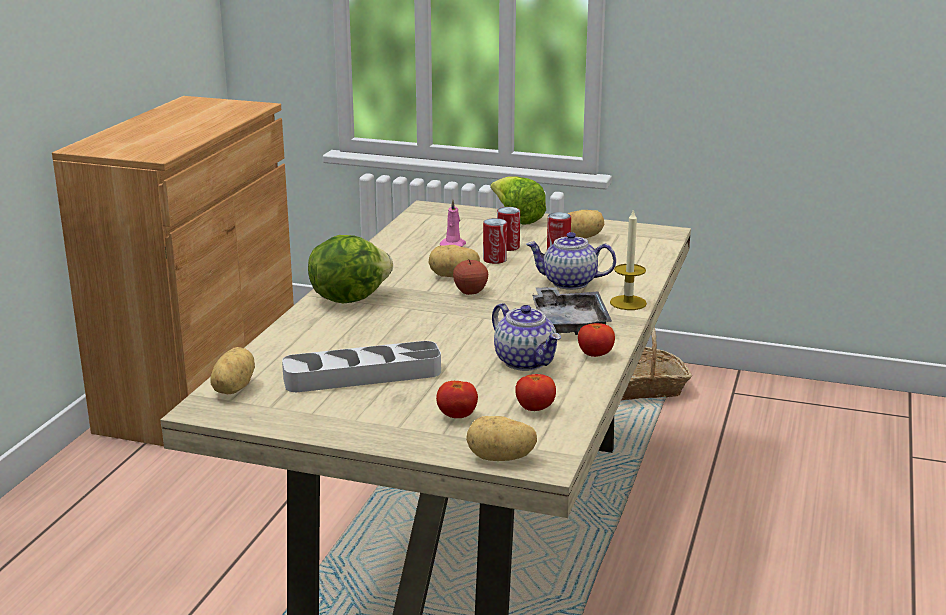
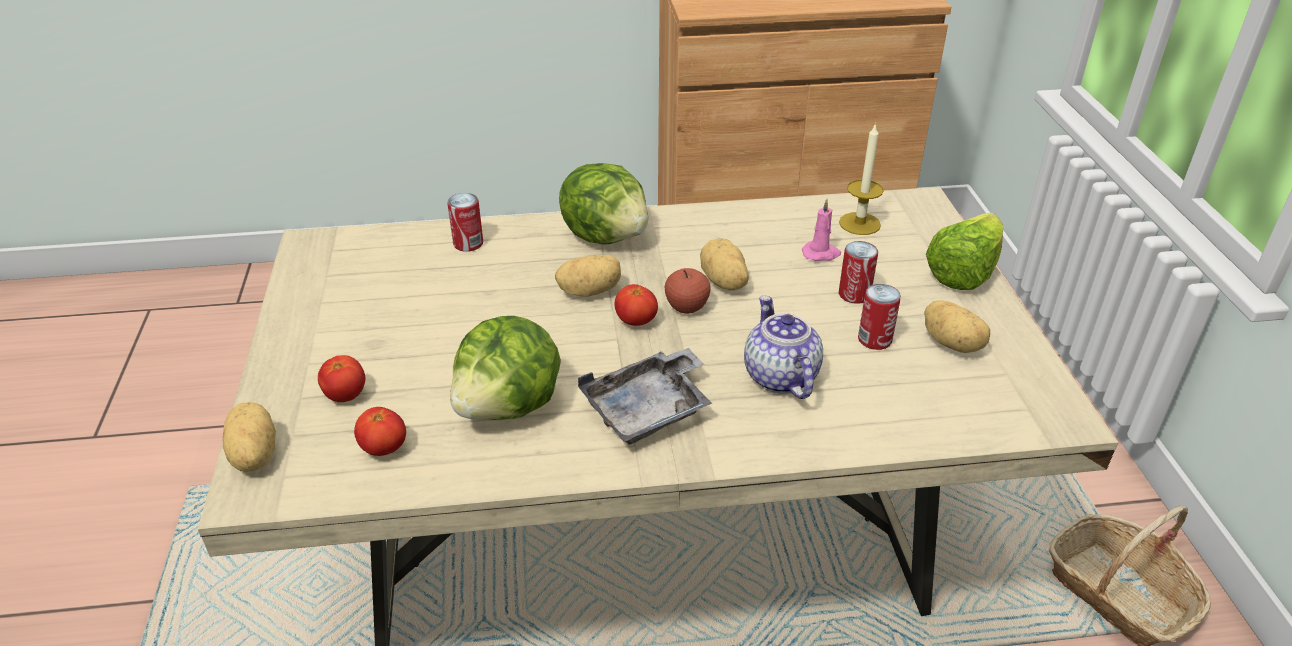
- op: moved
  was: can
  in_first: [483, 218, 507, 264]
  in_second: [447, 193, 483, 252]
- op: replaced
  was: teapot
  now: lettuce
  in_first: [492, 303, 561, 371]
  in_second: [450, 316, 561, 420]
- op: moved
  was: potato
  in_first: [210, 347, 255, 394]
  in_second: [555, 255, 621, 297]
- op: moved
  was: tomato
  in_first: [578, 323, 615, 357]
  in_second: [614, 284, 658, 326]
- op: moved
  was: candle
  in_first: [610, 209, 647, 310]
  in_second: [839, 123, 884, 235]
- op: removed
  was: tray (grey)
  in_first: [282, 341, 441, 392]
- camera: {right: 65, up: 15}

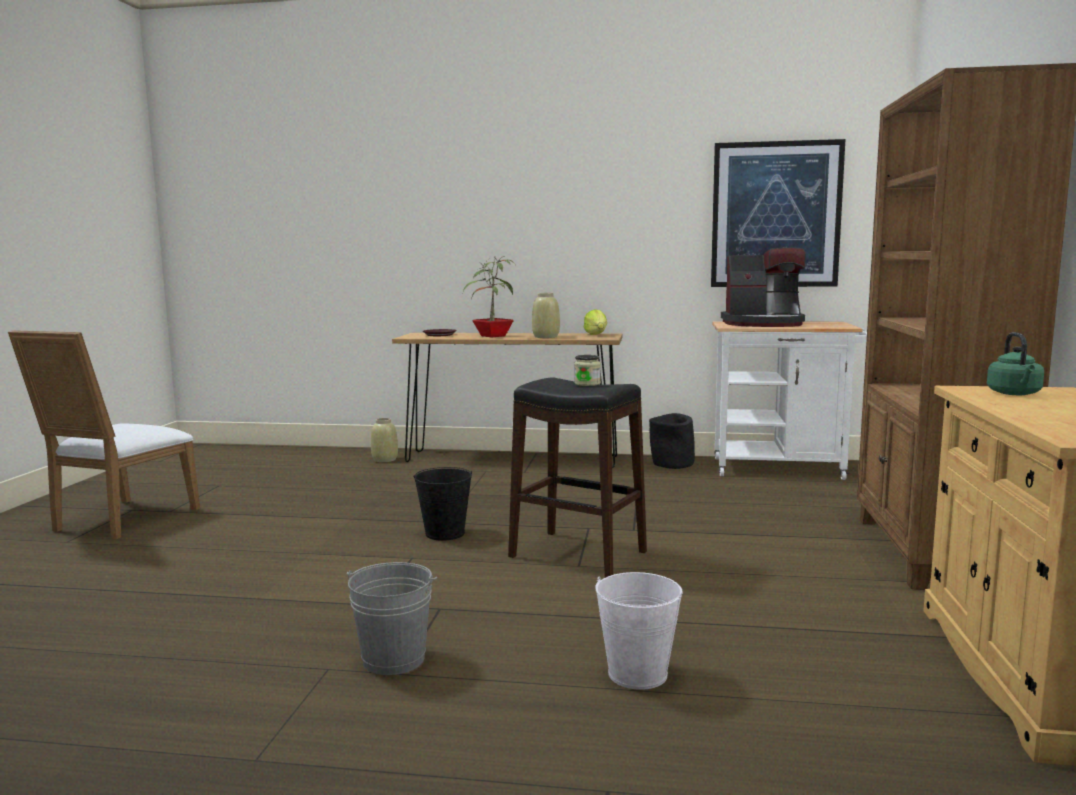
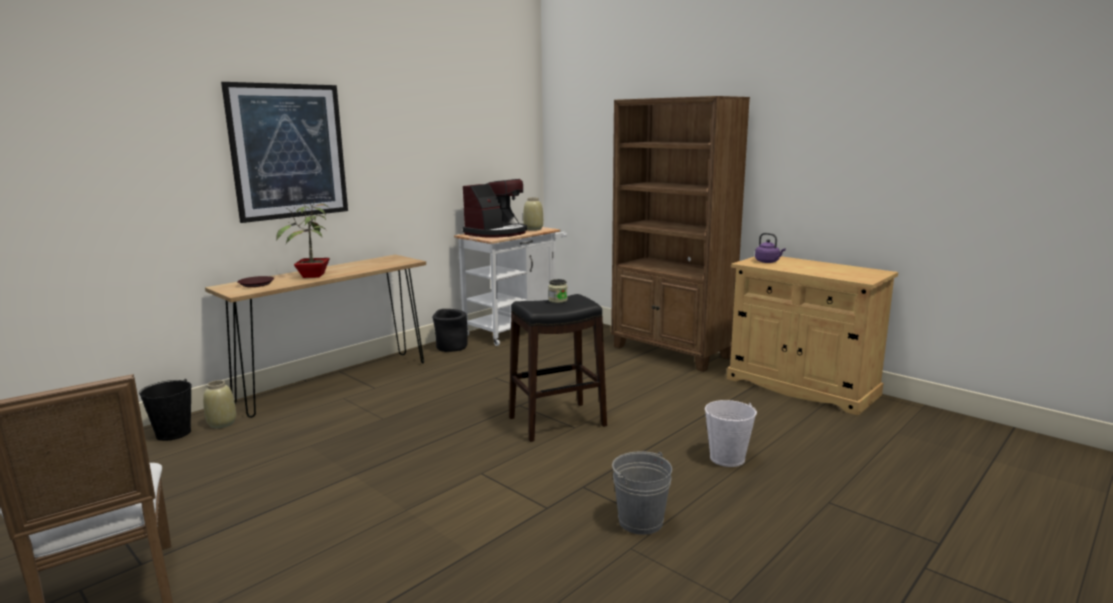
- op: moved
  was: bucket (black)
  in_first: [413, 467, 472, 541]
  in_second: [139, 379, 192, 441]
- op: moved
  was: picture
  in_first: [711, 139, 846, 287]
  in_second: [221, 82, 348, 223]
- op: moved
  was: vase (beige)
  in_first: [532, 293, 560, 338]
  in_second: [523, 197, 543, 231]
- op: recoloured
  was: kettle (green)
  now: kettle (purple)
  in_first: [987, 332, 1044, 395]
  in_second: [755, 233, 786, 263]
- op: removed
  was: lettuce
  in_first: [584, 309, 607, 335]
- camera: {right: -55, up: 5}

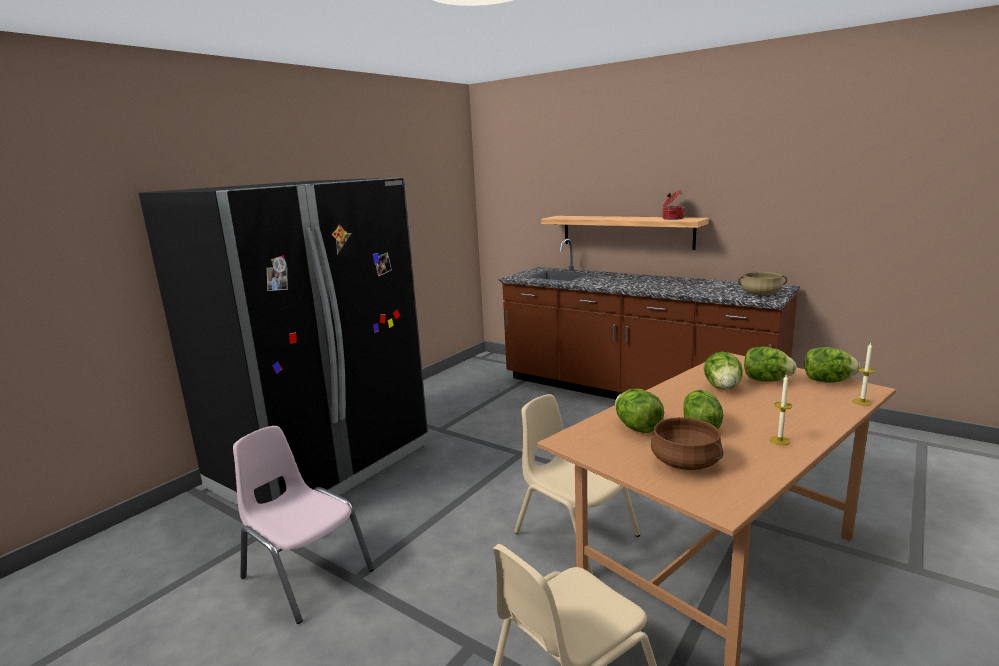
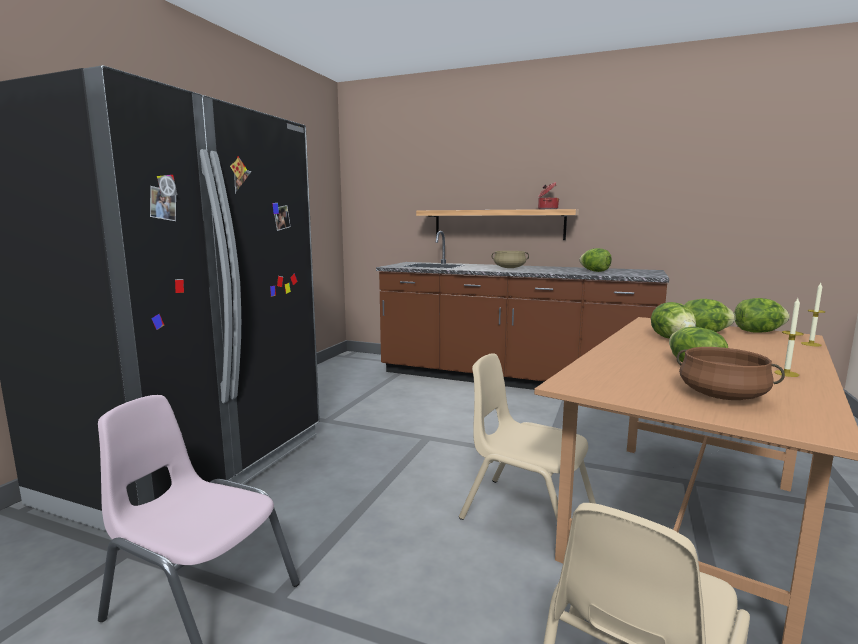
- op: moved
  was: cooking pot (beige)
  in_first: [738, 272, 787, 295]
  in_second: [491, 251, 529, 268]
- op: moved
  was: lettuce
  in_first: [615, 389, 664, 433]
  in_second: [579, 248, 612, 272]
- camera: {right: -15, up: -5}

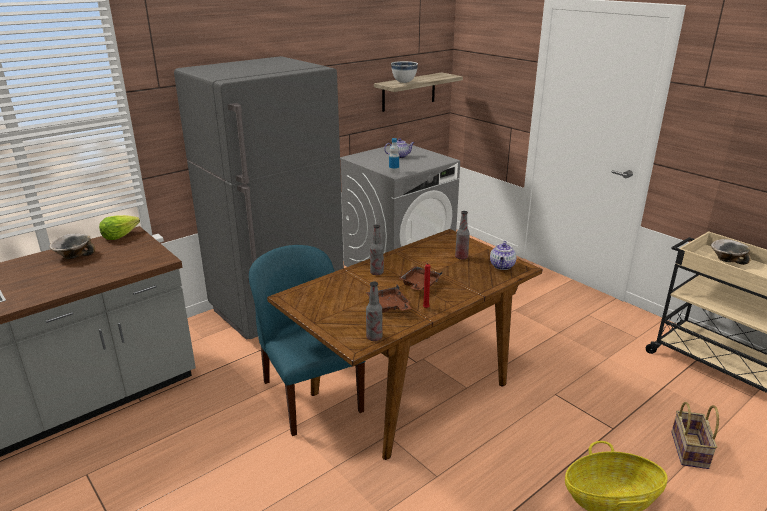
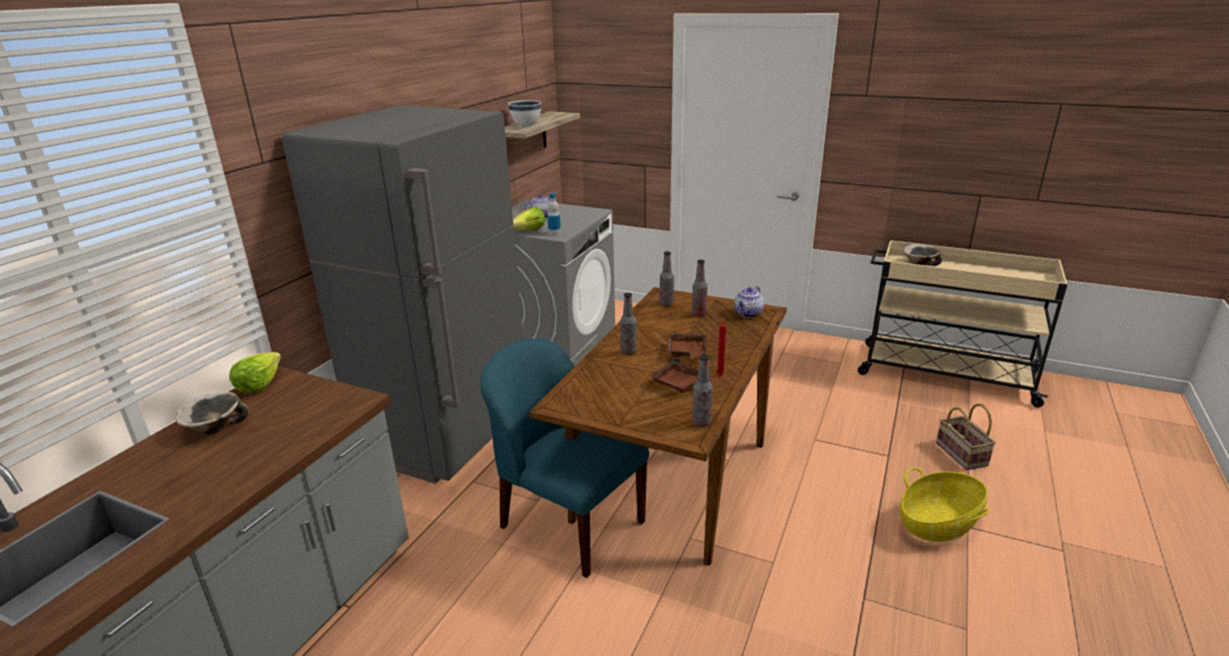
- op: added
  now: lettuce
  in_second: [513, 207, 545, 230]
- op: added
  now: bottle
  in_second: [659, 251, 674, 307]
- op: turned
  was: teapot
  in_first: [490, 241, 516, 270]
  in_second: [734, 286, 764, 318]
  clockwise: 45
- camera: {right: -25, up: 0}

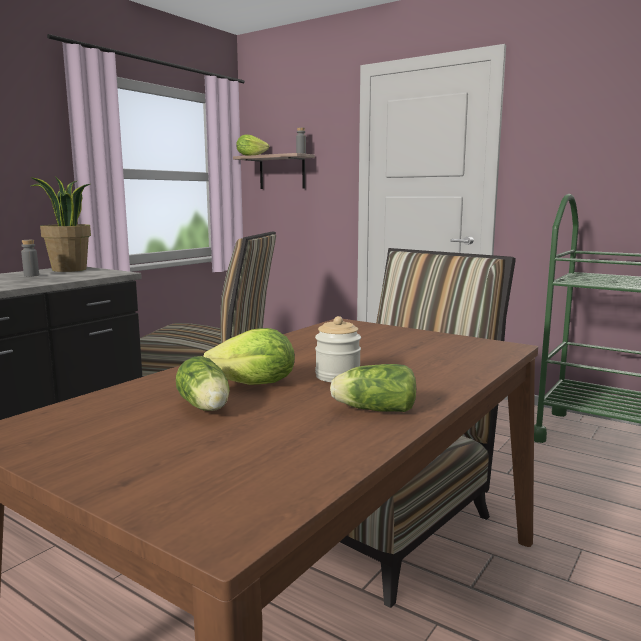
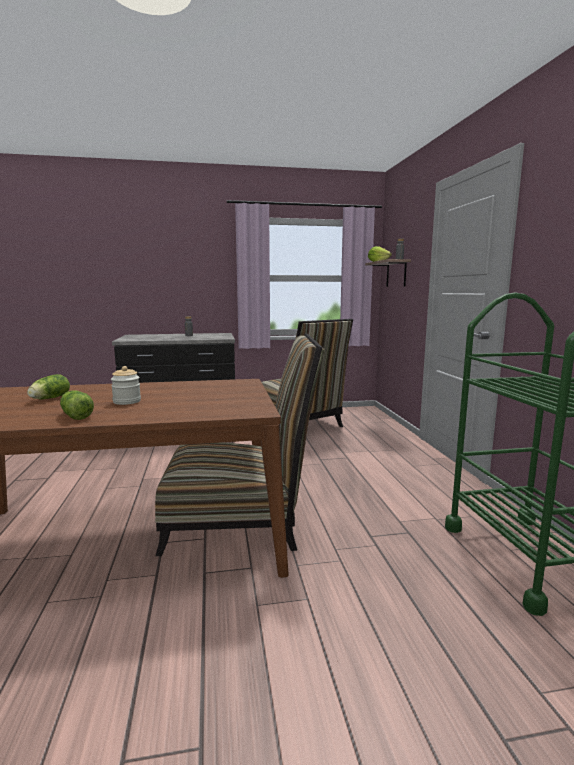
- op: removed
  was: potted plant
  in_first: [30, 176, 91, 272]
- op: removed
  was: lettuce
  in_first: [203, 328, 295, 385]
- camera: {right: 45, up: 0}

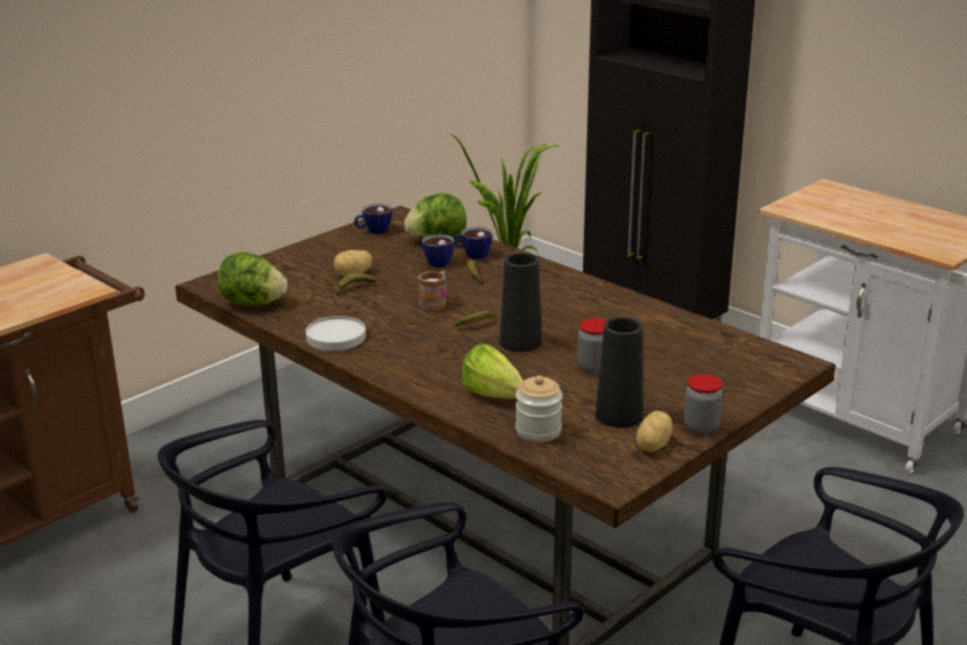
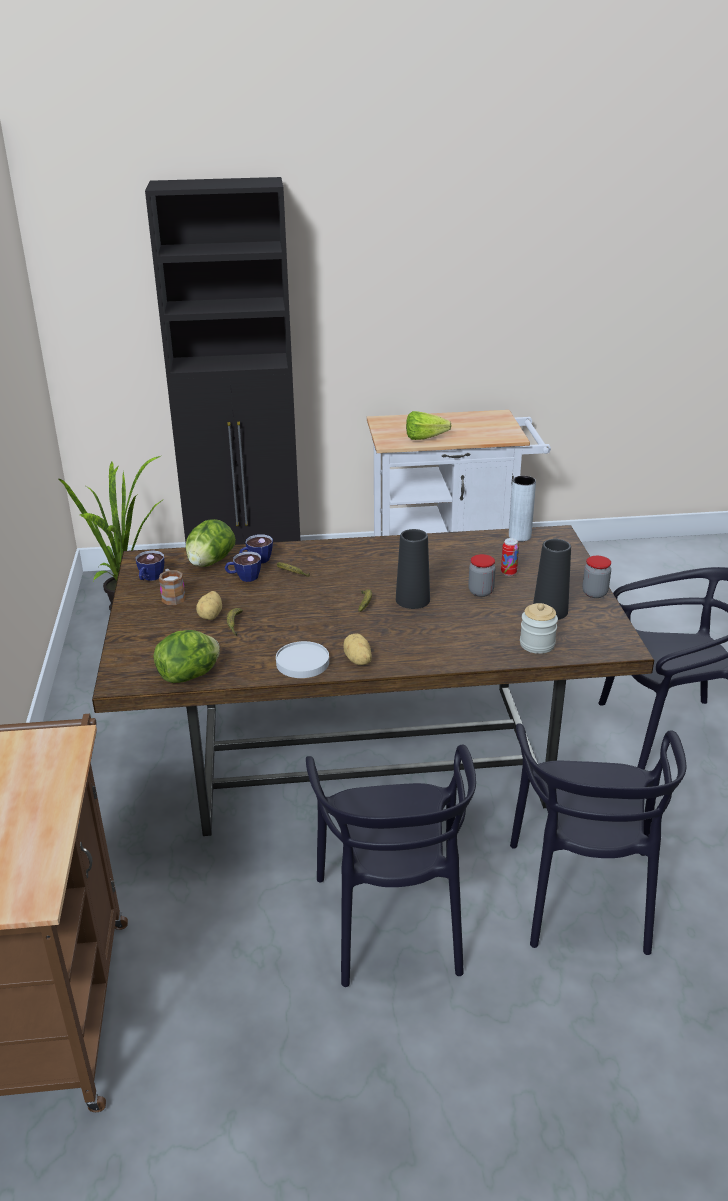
- op: moved
  was: mug
  in_first: [418, 271, 447, 312]
  in_second: [159, 569, 186, 605]
- op: moved
  was: potato
  in_first: [636, 411, 673, 452]
  in_second: [343, 633, 372, 665]
- op: moved
  was: lettuce
  in_first: [461, 344, 523, 399]
  in_second: [406, 411, 452, 440]
- op: added
  now: can
  in_second: [501, 538, 519, 576]
- op: added
  now: vase (grey)
  in_second: [509, 476, 536, 541]
- camera: {right: -50, up: 5}

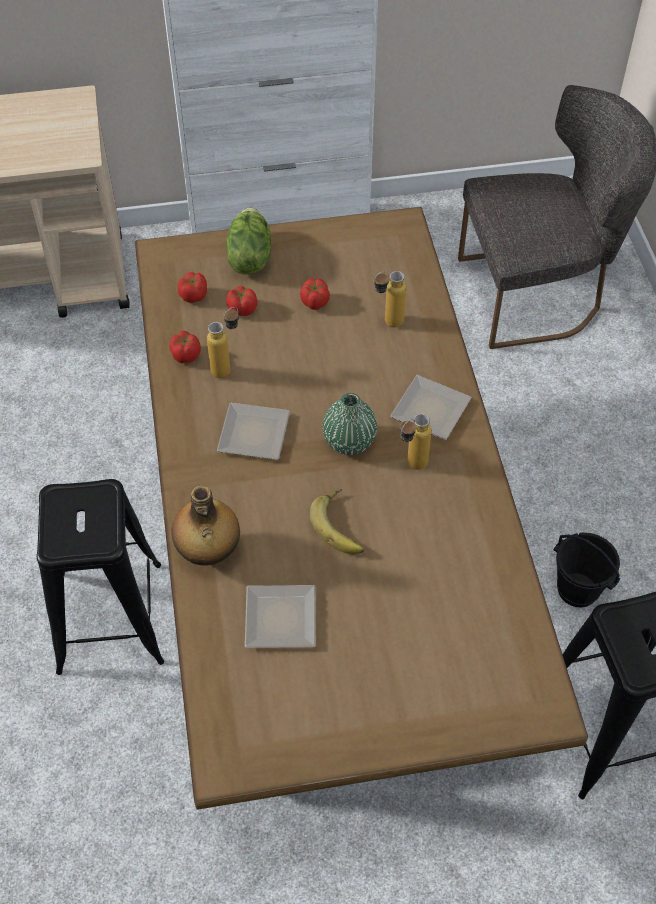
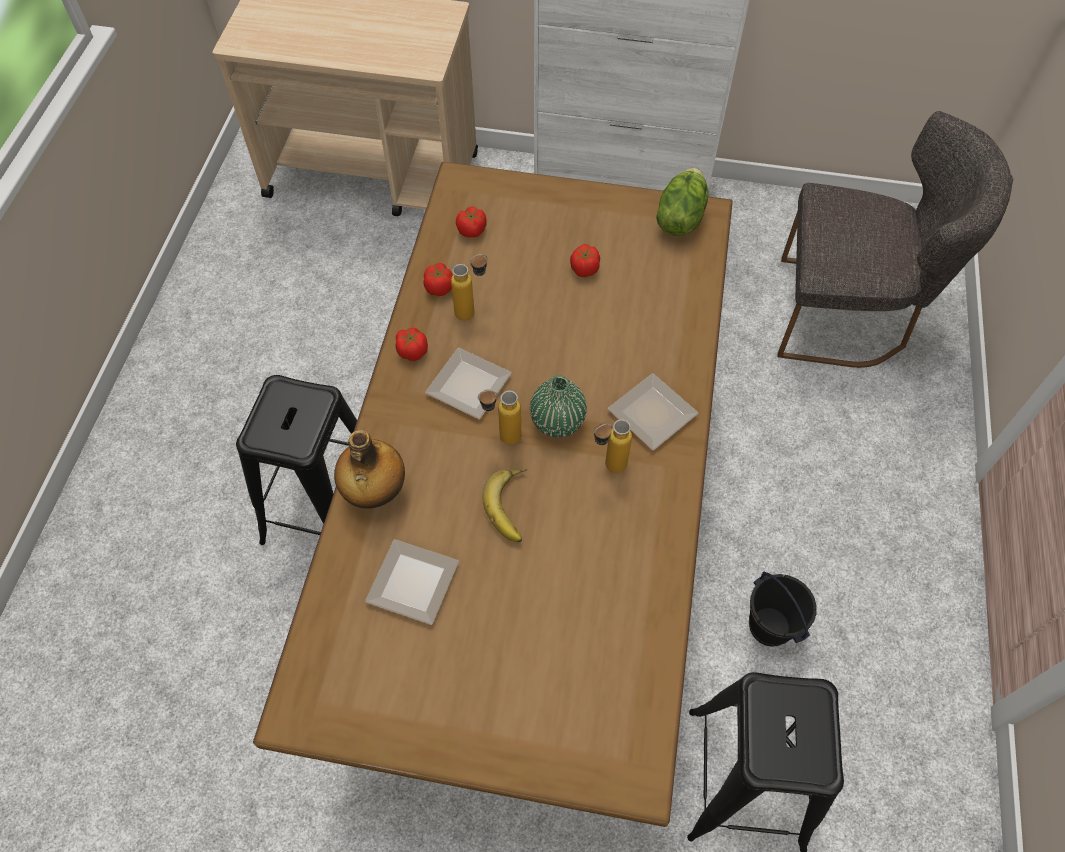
- op: moved
  was: tomato
  in_first: [226, 286, 257, 316]
  in_second: [395, 328, 428, 361]
- op: moved
  was: bottle
  in_first: [374, 271, 406, 327]
  in_second: [478, 390, 521, 445]
- op: moved
  was: lettuce
  in_first: [226, 208, 271, 275]
  in_second: [656, 168, 708, 236]
- camera: {right: 20, up: 5}

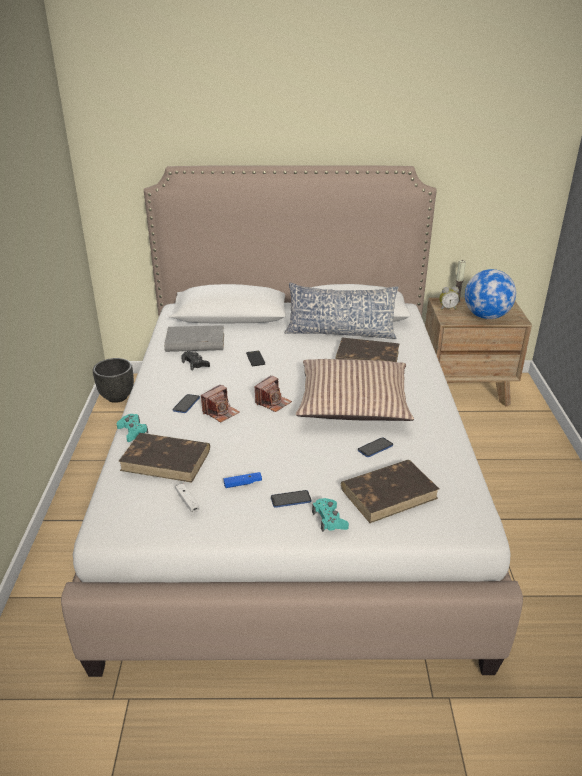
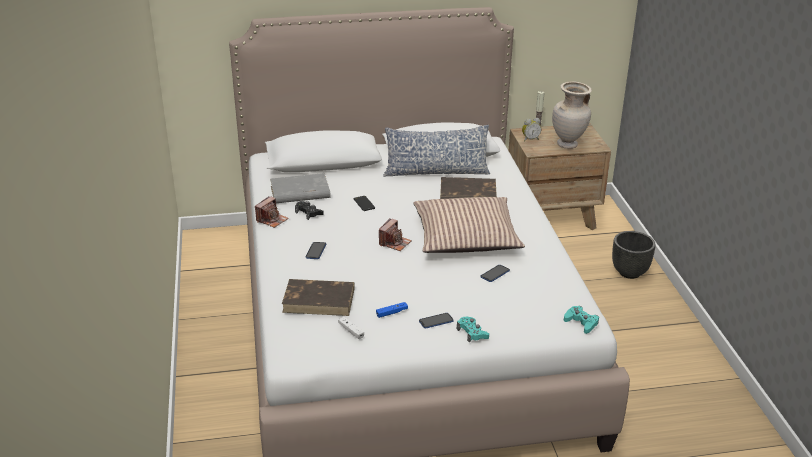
- op: moved
  was: photo camera
  in_first: [201, 385, 240, 422]
  in_second: [255, 196, 289, 228]
- op: replaced
  was: globe
  now: vase (beige)
  in_first: [465, 269, 516, 319]
  in_second: [552, 81, 592, 149]
- op: moved
  was: game controller (turquoise)
  in_first: [117, 414, 148, 442]
  in_second: [564, 306, 599, 334]
- op: moved
  was: planter (black)
  in_first: [93, 358, 134, 403]
  in_second: [612, 231, 656, 279]
- op: removed
  was: book (brown)
  in_first: [341, 460, 439, 523]
- camera: {right: -10, up: 0}

